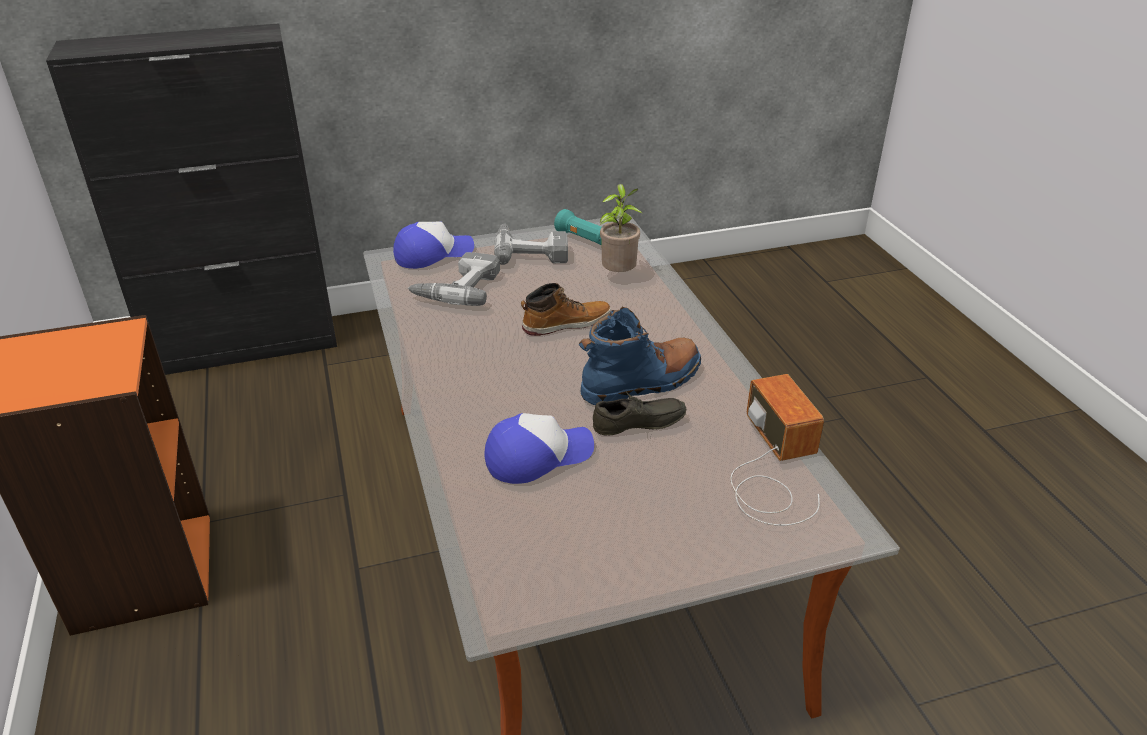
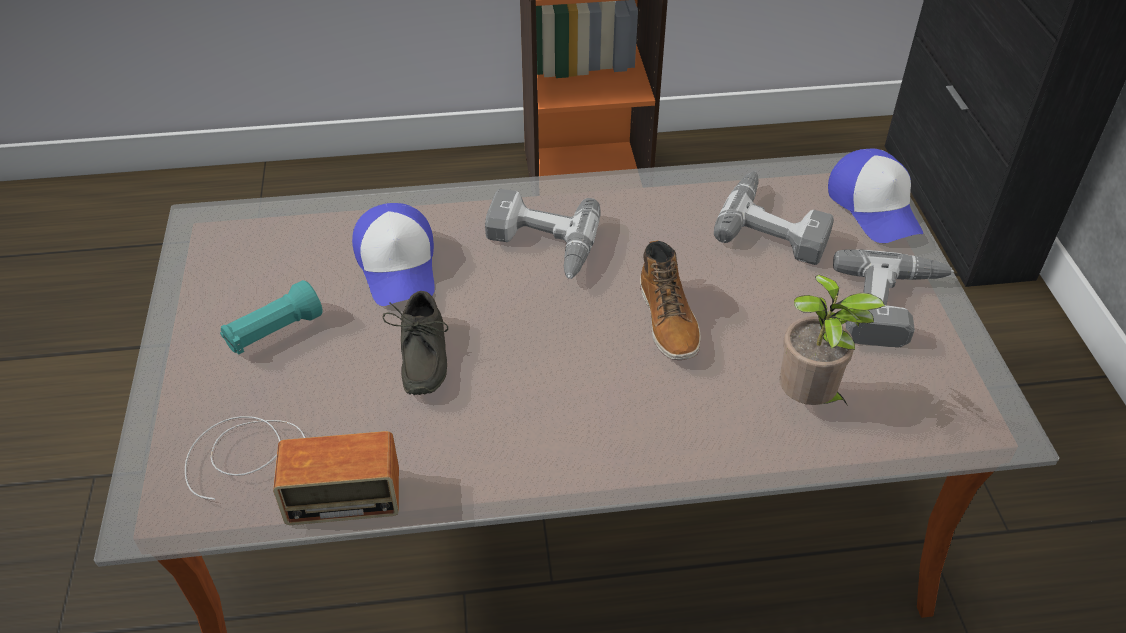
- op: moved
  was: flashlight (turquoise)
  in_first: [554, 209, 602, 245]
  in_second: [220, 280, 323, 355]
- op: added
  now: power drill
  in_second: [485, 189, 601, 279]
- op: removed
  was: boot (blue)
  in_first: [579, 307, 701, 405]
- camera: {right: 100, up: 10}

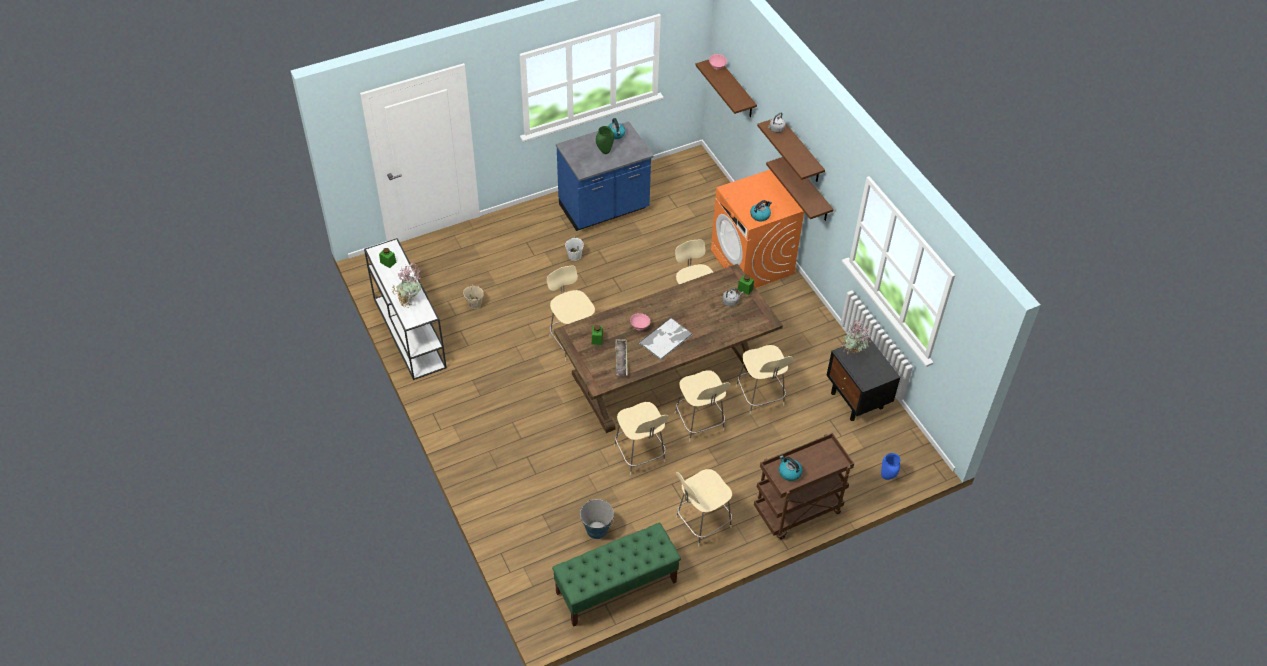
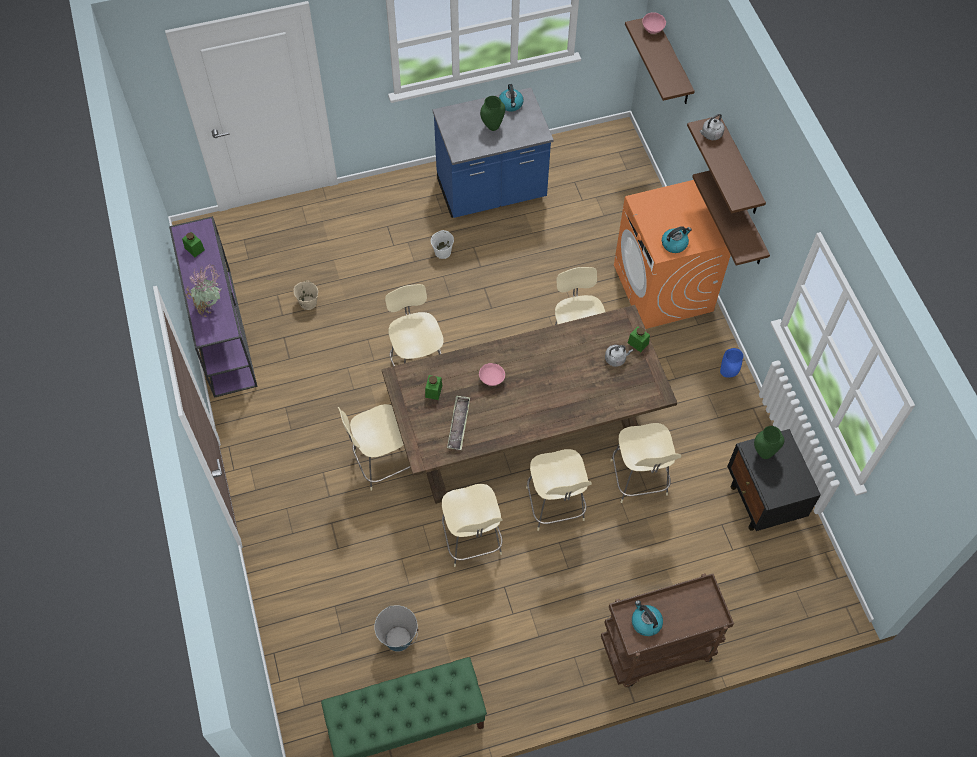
- op: recoloured
  was: console table (white)
  now: console table (purple)
  in_first: [364, 238, 447, 380]
  in_second: [169, 216, 258, 398]
- op: moved
  was: stool (beige)
  in_first: [676, 469, 732, 546]
  in_second: [338, 404, 410, 491]
- op: moved
  was: vase (blue)
  in_first: [881, 453, 900, 480]
  in_second: [720, 348, 743, 378]
- op: replaced
  was: potted plant
  now: vase (green)
  in_first: [841, 320, 870, 355]
  in_second: [754, 426, 785, 459]
- op: removed
  was: tray
  in_first: [639, 317, 693, 360]
- camera: {right: 10, up: 10}

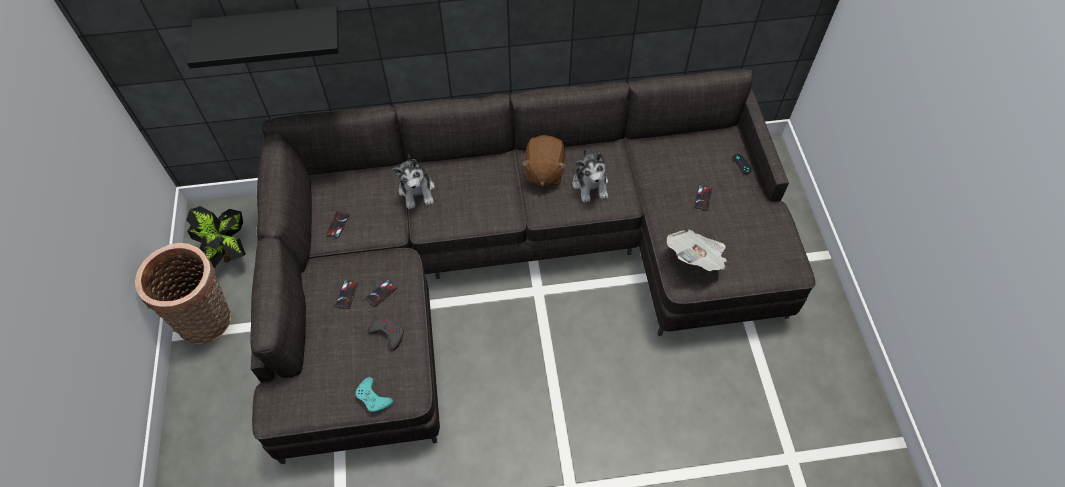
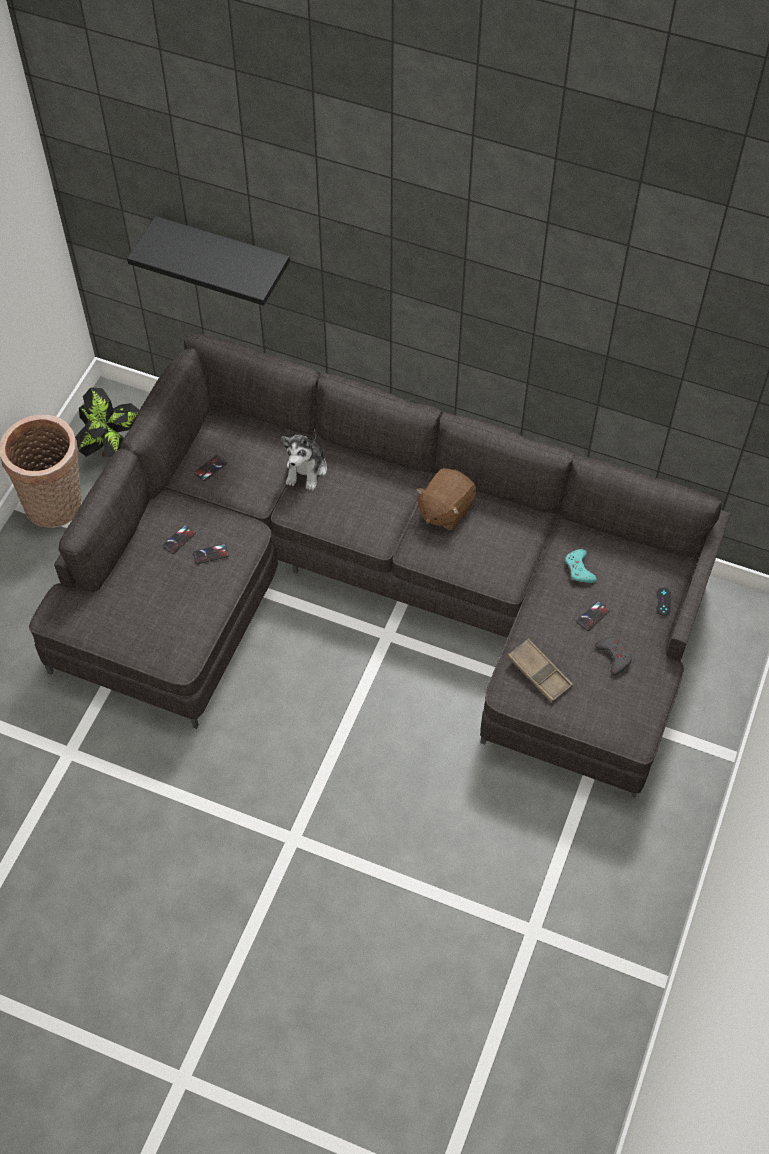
- op: replaced
  was: newspaper
  now: tray (brown)
  in_first: [667, 229, 727, 271]
  in_second: [507, 639, 573, 703]
- op: moved
  was: game controller (turquoise)
  in_first: [355, 377, 393, 413]
  in_second: [565, 549, 597, 583]
- op: moved
  was: game controller (grey)
  in_first: [368, 316, 404, 350]
  in_second: [595, 637, 632, 675]
- op: removed
  was: plush toy
  in_first: [573, 148, 608, 203]
- camera: {right: 30, up: 0}

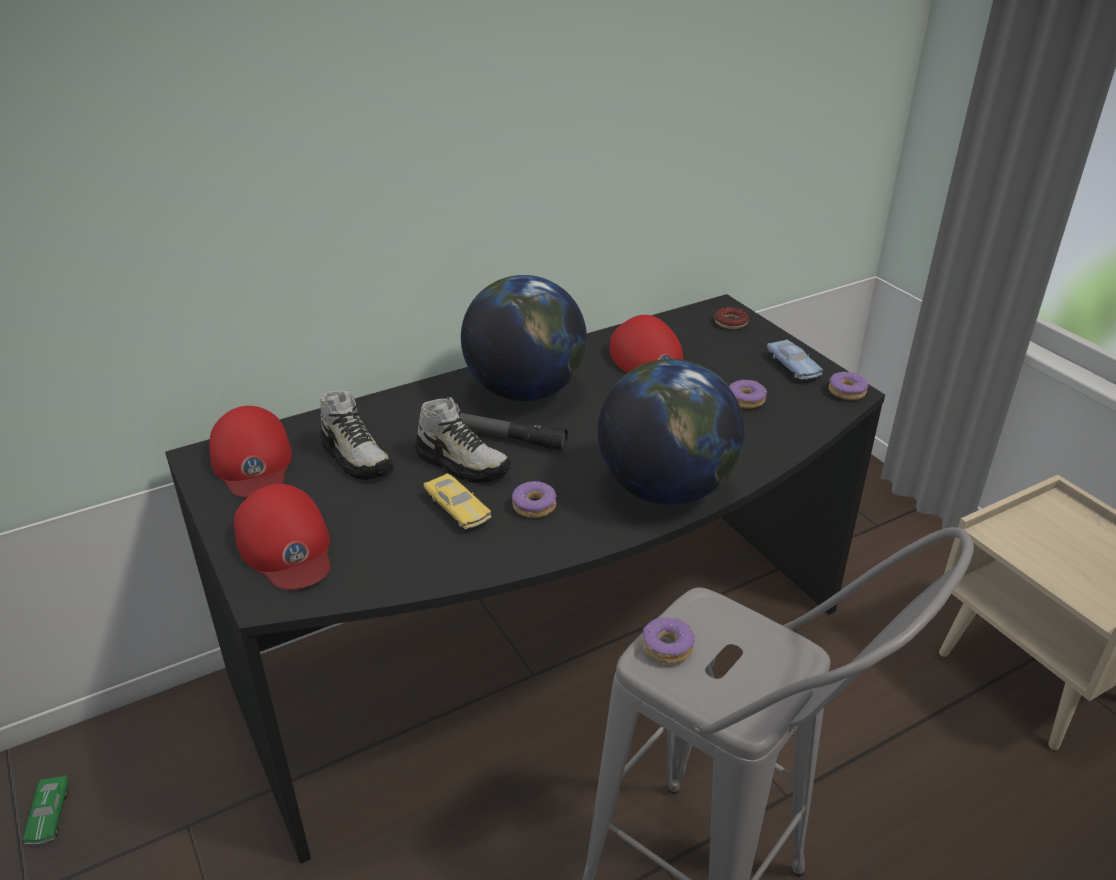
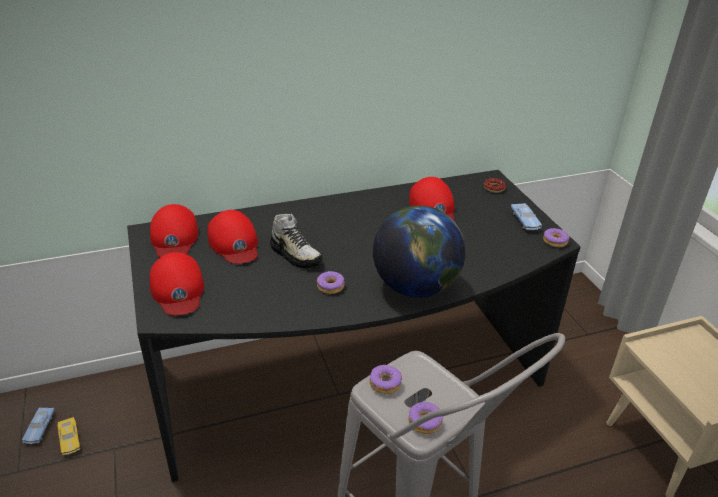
- op: recoloured
  was: toy car (green)
  now: toy car (blue)
  in_first: [22, 775, 68, 845]
  in_second: [22, 407, 55, 444]
- op: moved
  was: toy car (yellow)
  in_first: [423, 473, 491, 530]
  in_second: [58, 417, 80, 455]
- op: replaced
  was: shoe
  now: cap (red)
  in_first: [320, 390, 394, 480]
  in_second: [207, 210, 258, 264]
- op: moved
  was: donut
  in_first: [729, 380, 767, 409]
  in_second: [408, 402, 443, 434]
- op: removed
  was: flashlight
  in_first: [460, 413, 568, 451]
- op: removed
  was: globe
  in_first: [461, 275, 587, 401]
- camera: {right: 10, up: 0}

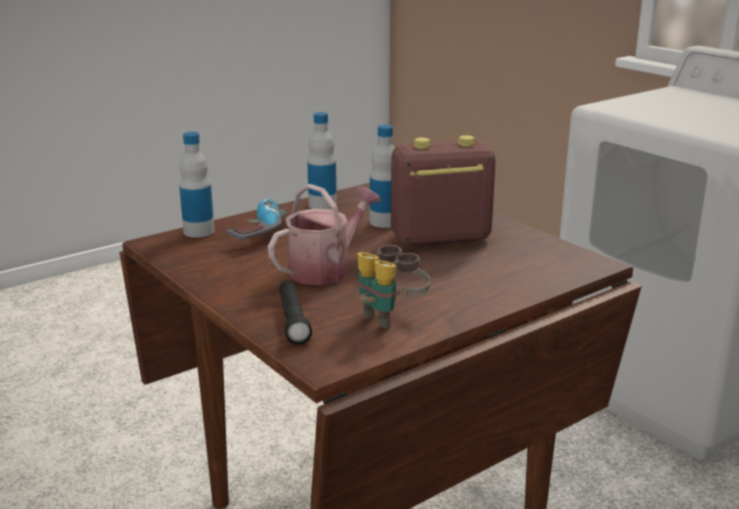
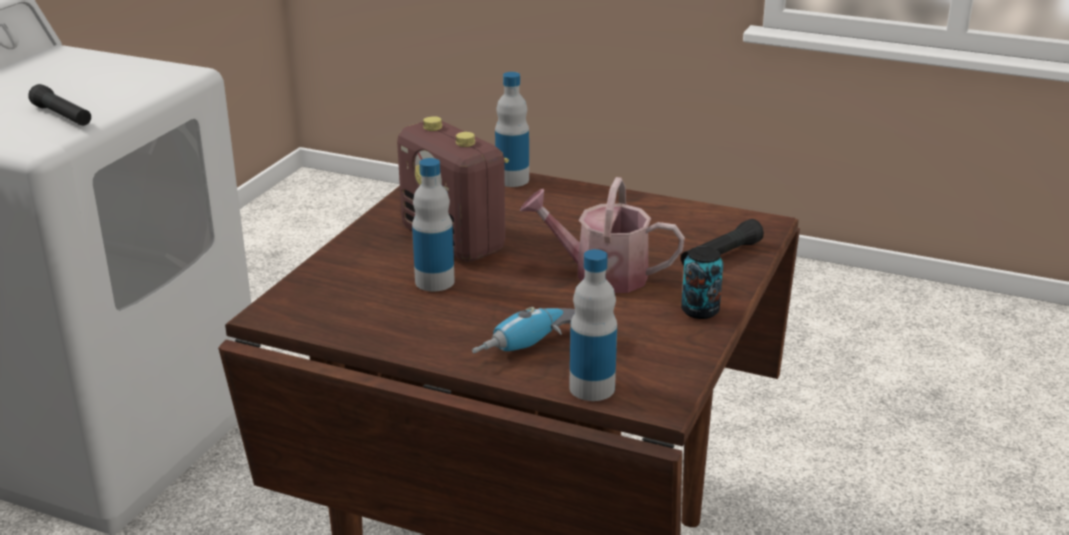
- op: added
  now: flashlight (black)
  in_second: [28, 84, 91, 126]
- op: moved
  was: bottle
  in_first: [307, 112, 337, 209]
  in_second: [495, 72, 529, 187]
- op: added
  now: can
  in_second: [681, 246, 723, 319]
- op: removed
  was: binoculars
  in_first: [358, 245, 430, 329]
- camera: {right: -120, up: 5}

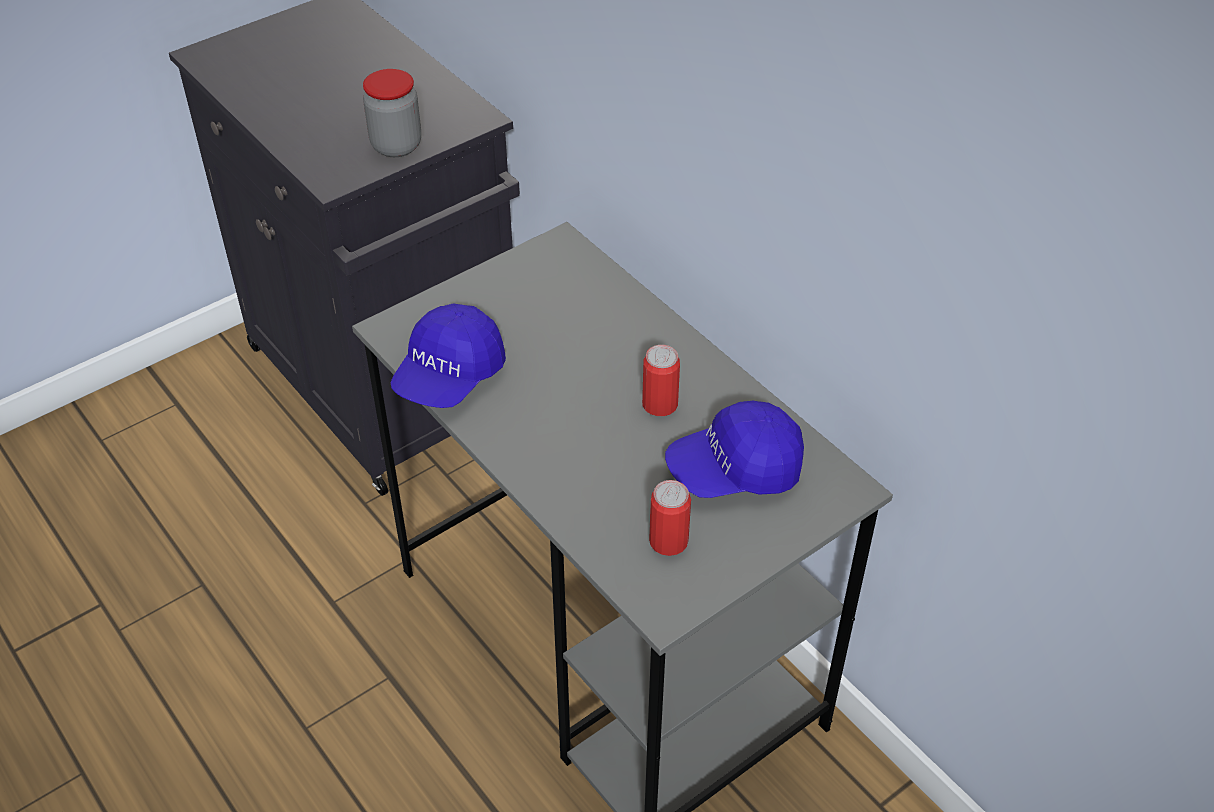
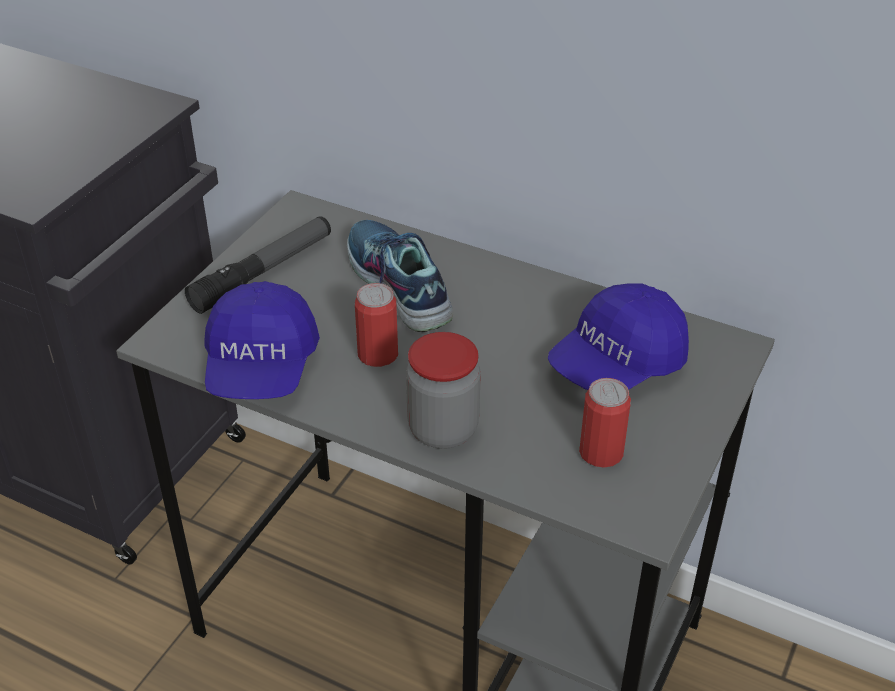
- op: added
  now: flashlight
  in_second: [185, 216, 331, 314]
- op: added
  now: shoe
  in_second: [347, 220, 453, 332]
- op: moved
  was: can
  in_first: [642, 345, 680, 416]
  in_second: [355, 283, 398, 367]
- op: moved
  was: jar
  in_first: [363, 69, 421, 157]
  in_second: [406, 332, 481, 449]
- camera: {right: -25, up: -5}

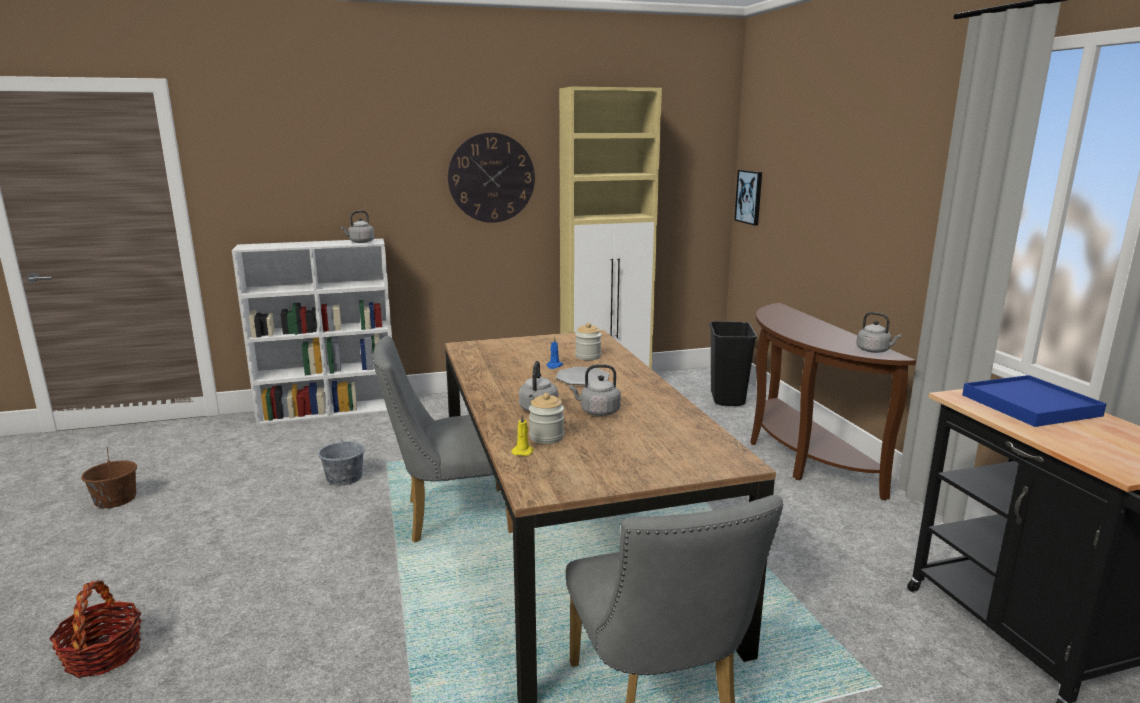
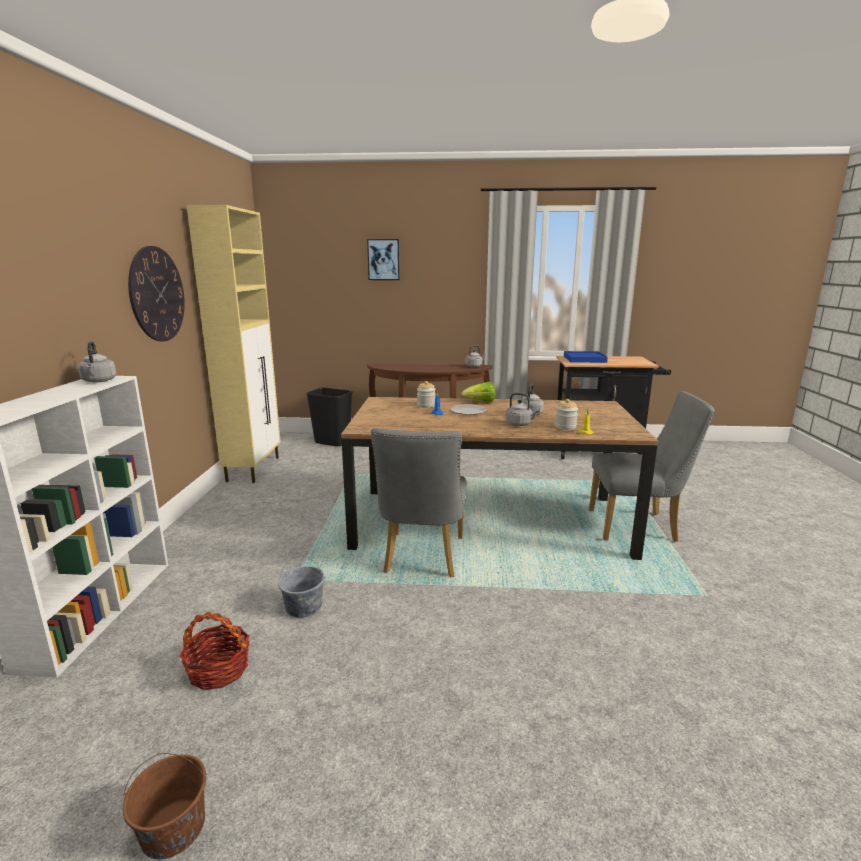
- op: moved
  was: basket
  in_first: [49, 580, 142, 678]
  in_second: [179, 612, 249, 690]
- op: moved
  was: picture
  in_first: [734, 170, 762, 226]
  in_second: [367, 239, 400, 280]
- op: added
  now: lettuce
  in_second: [461, 382, 496, 403]
- camera: {right: -70, up: 0}

